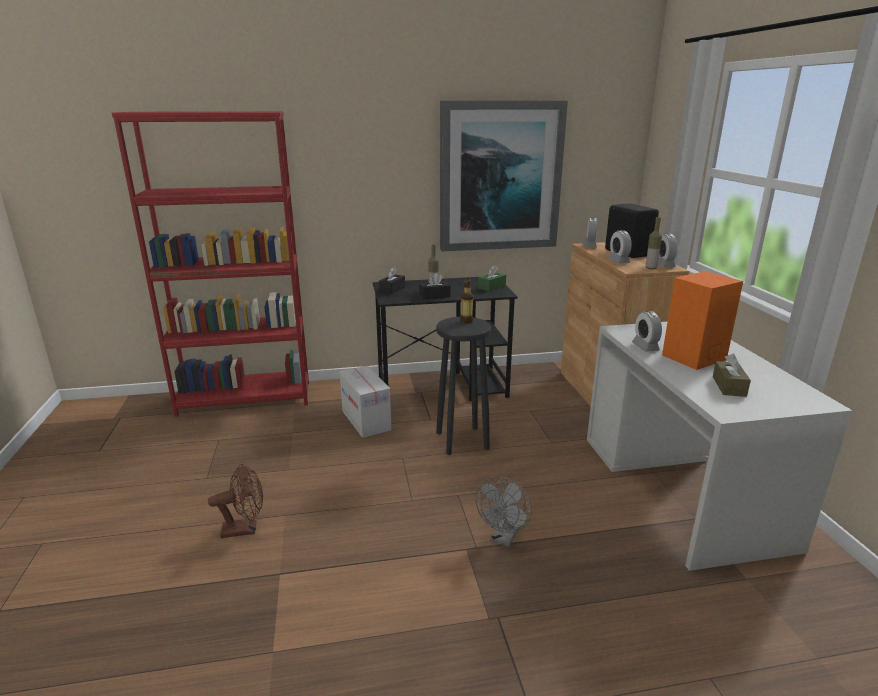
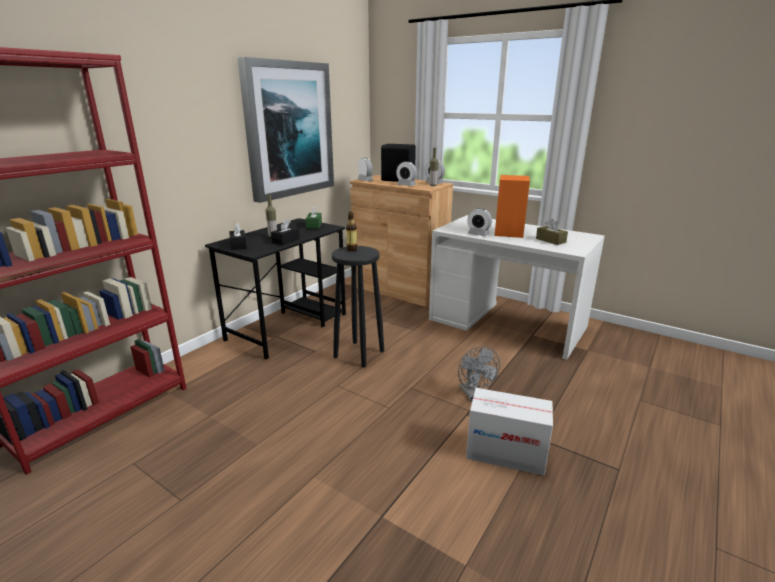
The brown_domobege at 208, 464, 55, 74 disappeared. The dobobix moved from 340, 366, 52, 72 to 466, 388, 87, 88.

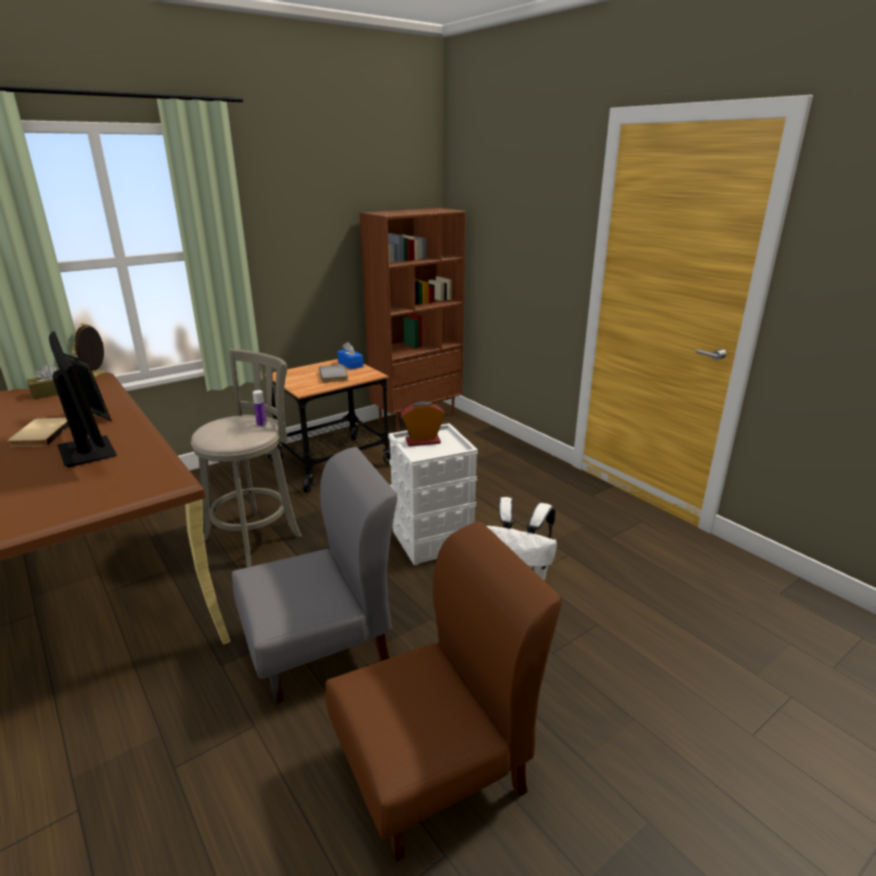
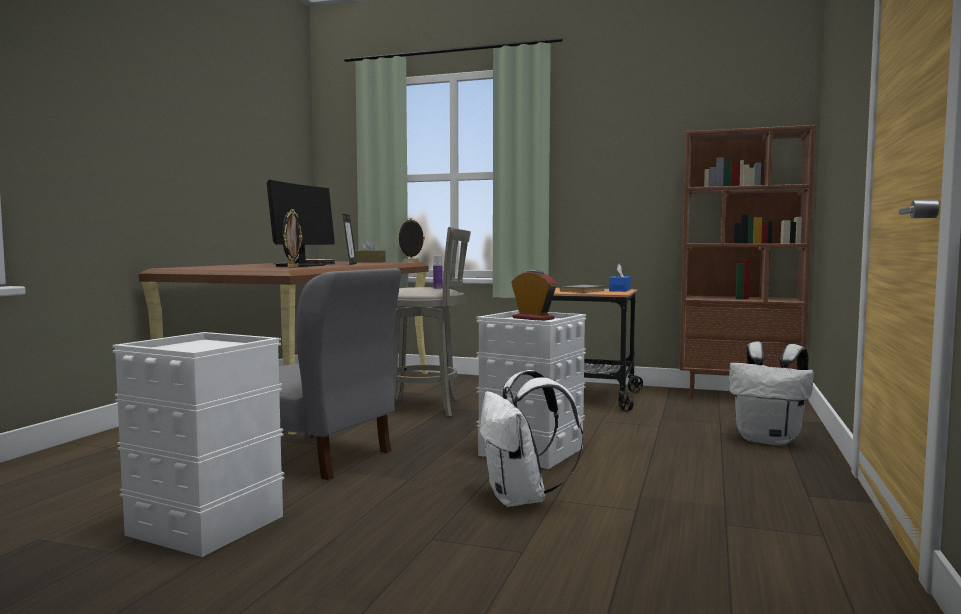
The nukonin at 282, 209, 21, 59 appeared. The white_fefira at 728, 341, 86, 105 appeared. The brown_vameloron at 326, 522, 236, 339 was replaced by the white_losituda at 112, 332, 173, 225.

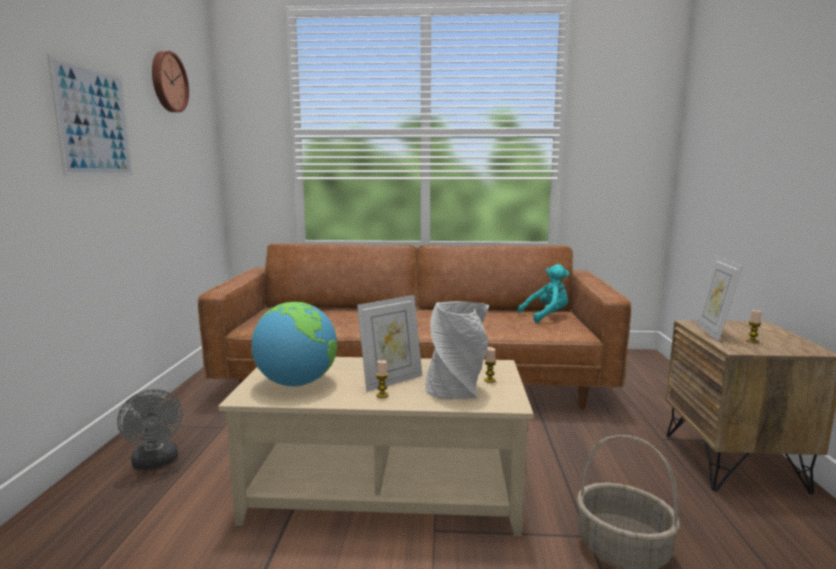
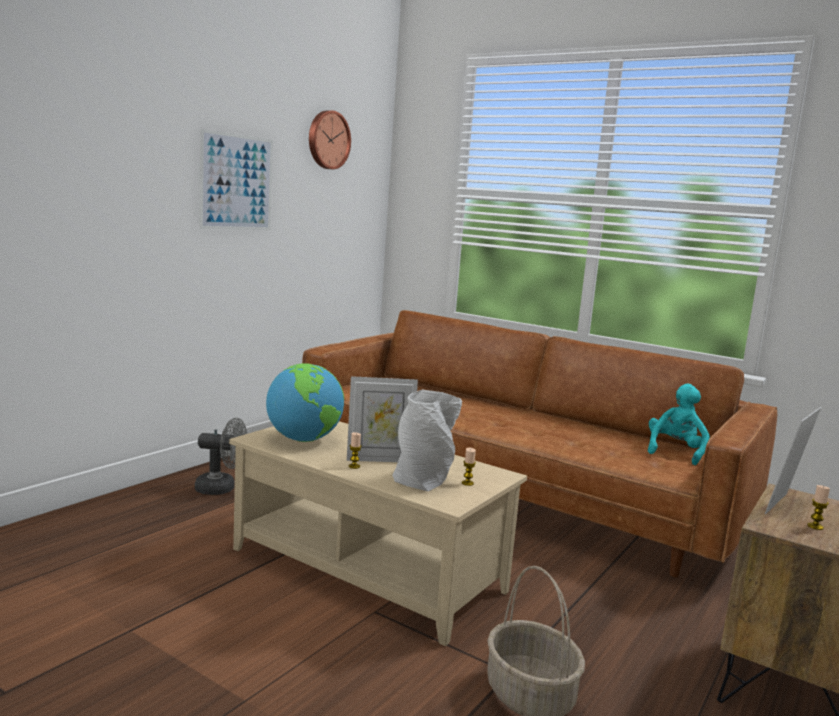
The grey_domobege at 117, 389, 66, 81 turned 90 degrees counterclockwise. The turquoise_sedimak at 518, 264, 52, 59 turned 75 degrees counterclockwise.

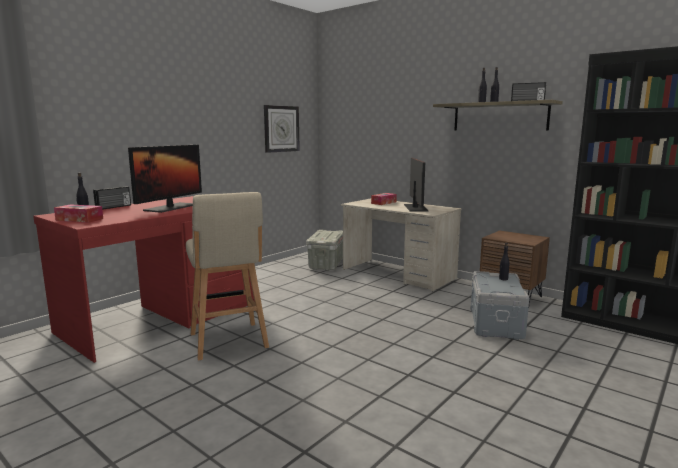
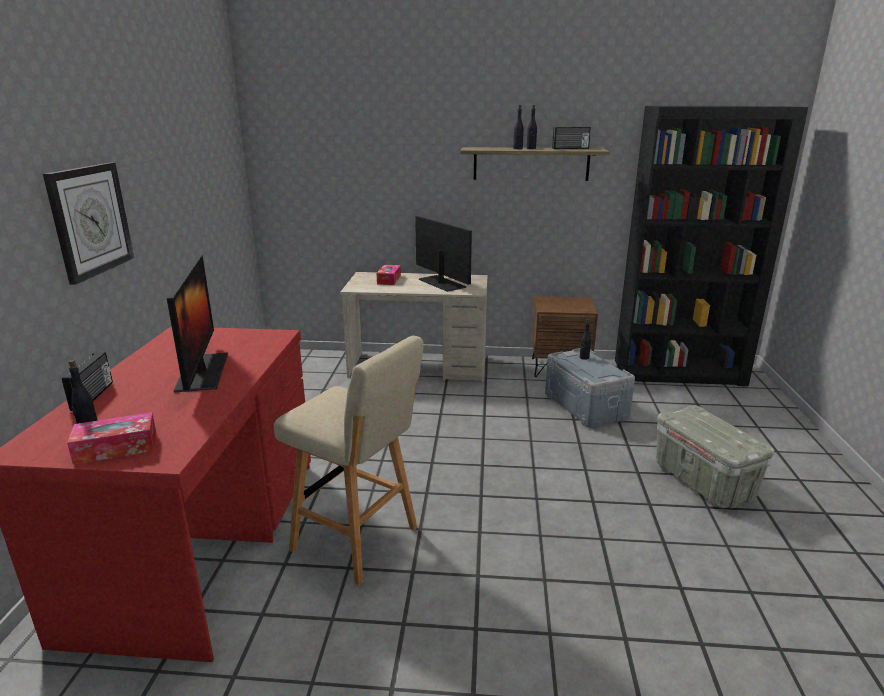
The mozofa moved from 264, 105, 36, 48 to 43, 162, 91, 123. The grey_losituda moved from 306, 230, 37, 41 to 656, 405, 118, 103.

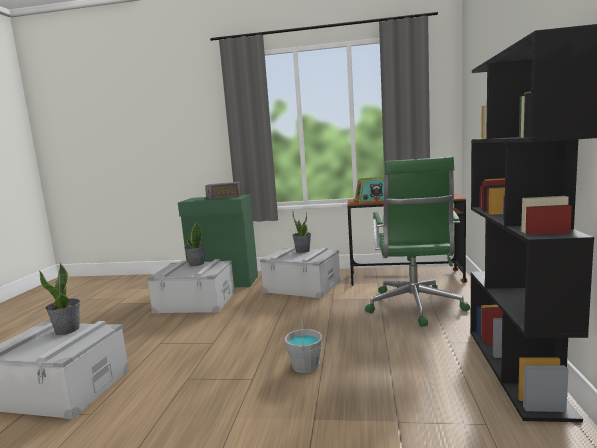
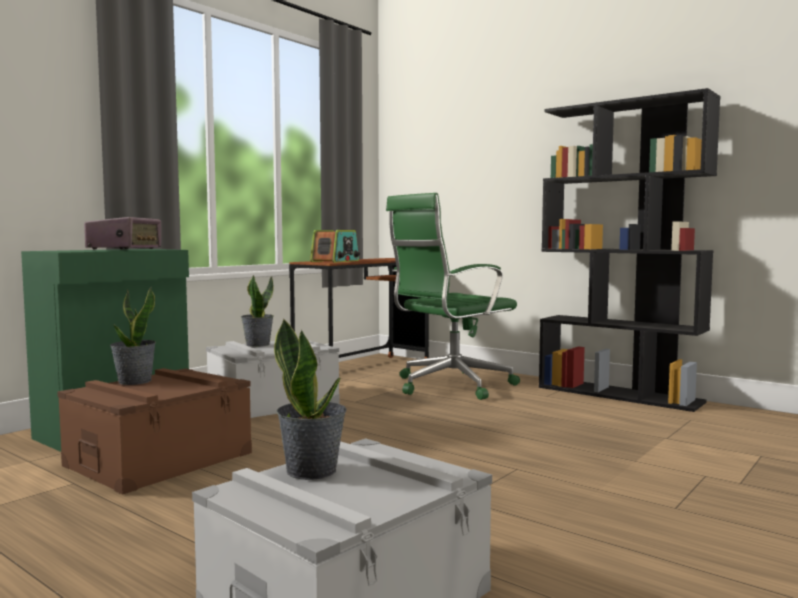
The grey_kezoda at 285, 317, 37, 56 disappeared. The grey_losituda at 147, 259, 88, 55 became the brown_losituda at 57, 368, 195, 127. The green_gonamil at 365, 157, 105, 170 turned 105 degrees clockwise.

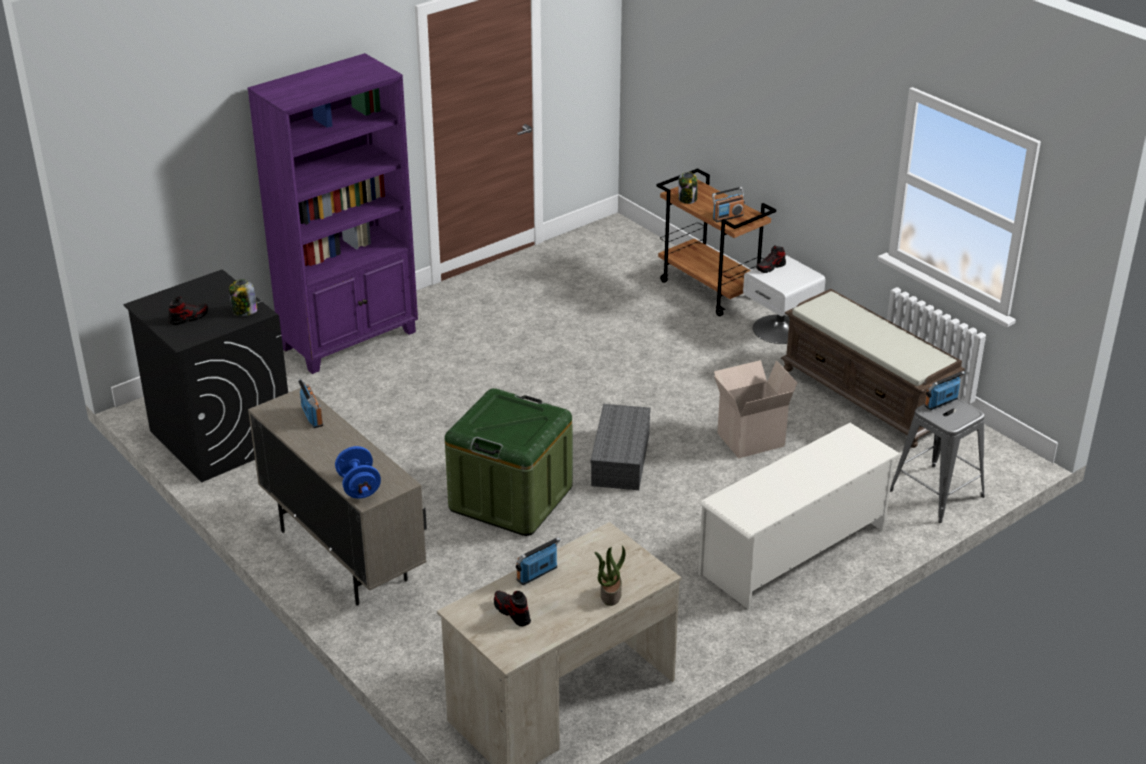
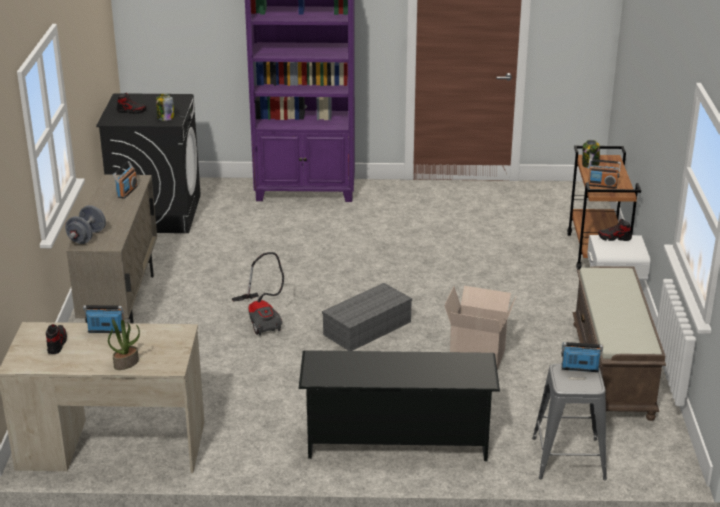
The green_losituda at 445, 388, 127, 148 was replaced by the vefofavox at 232, 252, 52, 84. The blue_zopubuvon at 335, 446, 46, 53 became the grey_zopubuvon at 65, 205, 41, 39. The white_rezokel at 698, 423, 203, 186 became the black_rezokel at 298, 350, 202, 111.

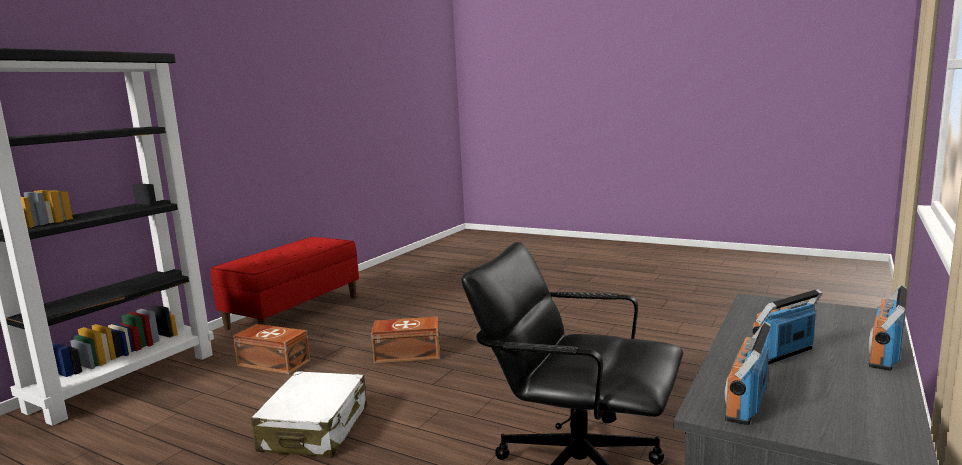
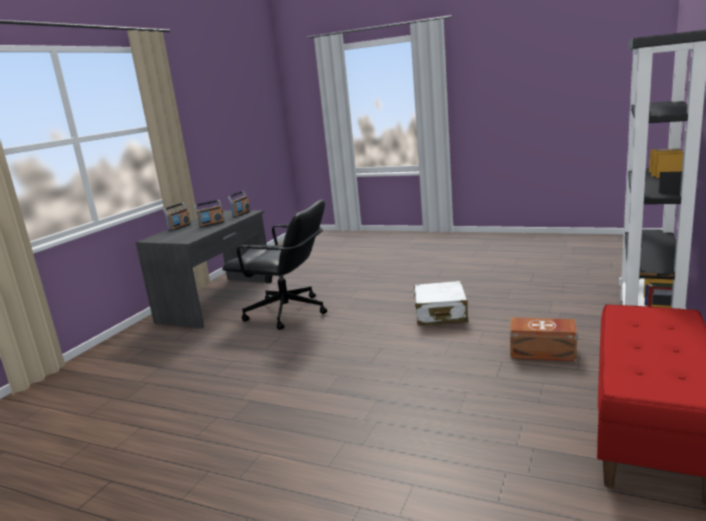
The brown_losituda at 371, 317, 69, 46 disappeared.

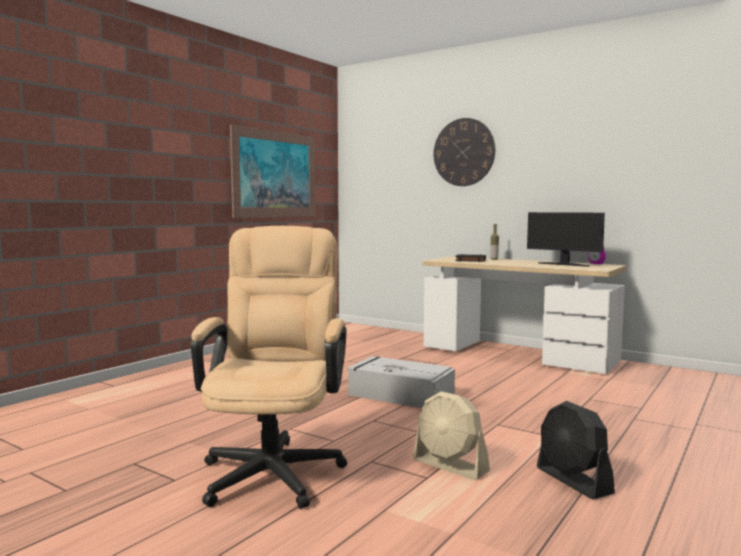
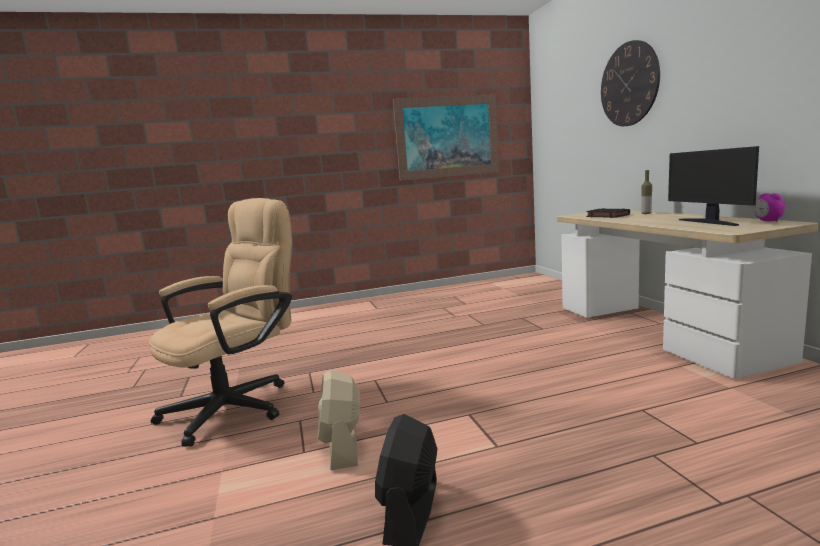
The grey_losituda at 347, 356, 108, 52 disappeared.

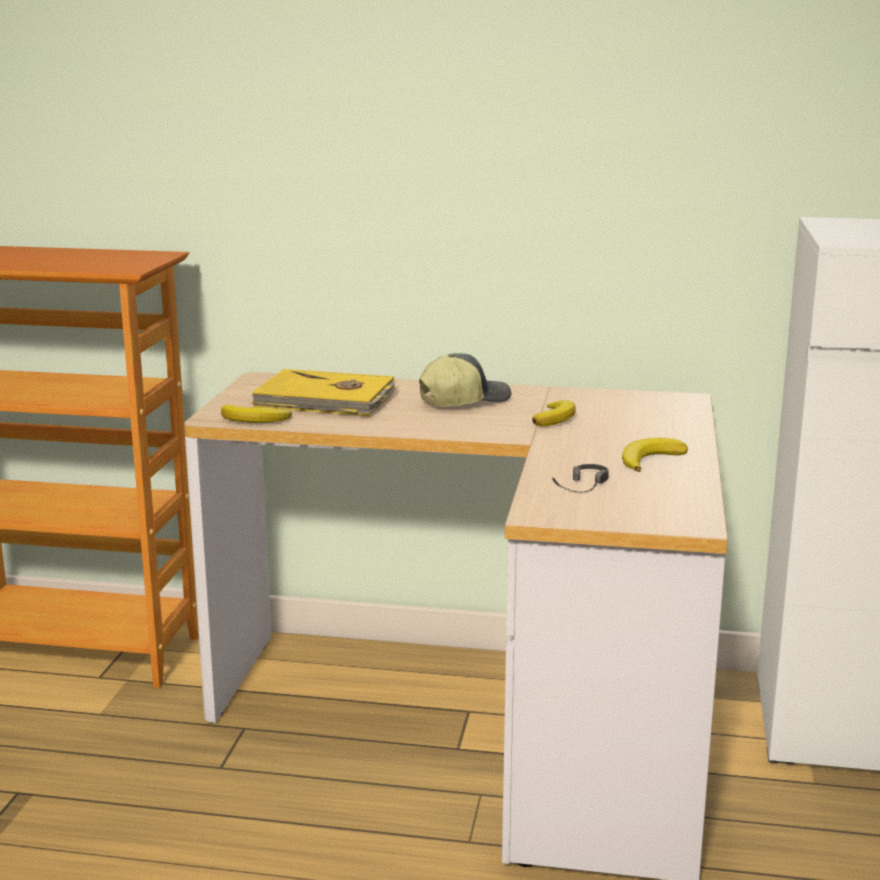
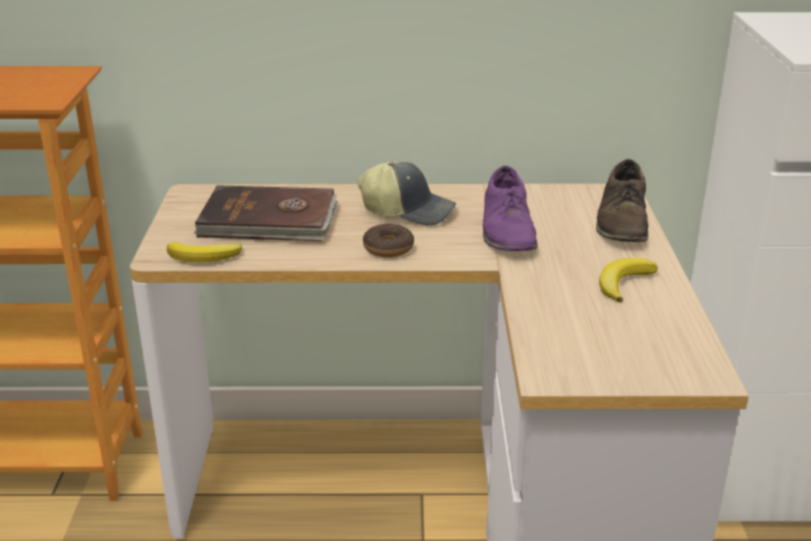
The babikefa at 552, 464, 57, 30 disappeared. The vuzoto at 363, 224, 51, 33 appeared. The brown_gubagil at 596, 159, 53, 83 appeared. The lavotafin at 532, 400, 44, 26 was replaced by the purple_gubagil at 482, 166, 56, 85. The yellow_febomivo at 250, 369, 146, 47 became the brown_febomivo at 194, 185, 144, 56. The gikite at 419, 353, 92, 54 turned 60 degrees clockwise.

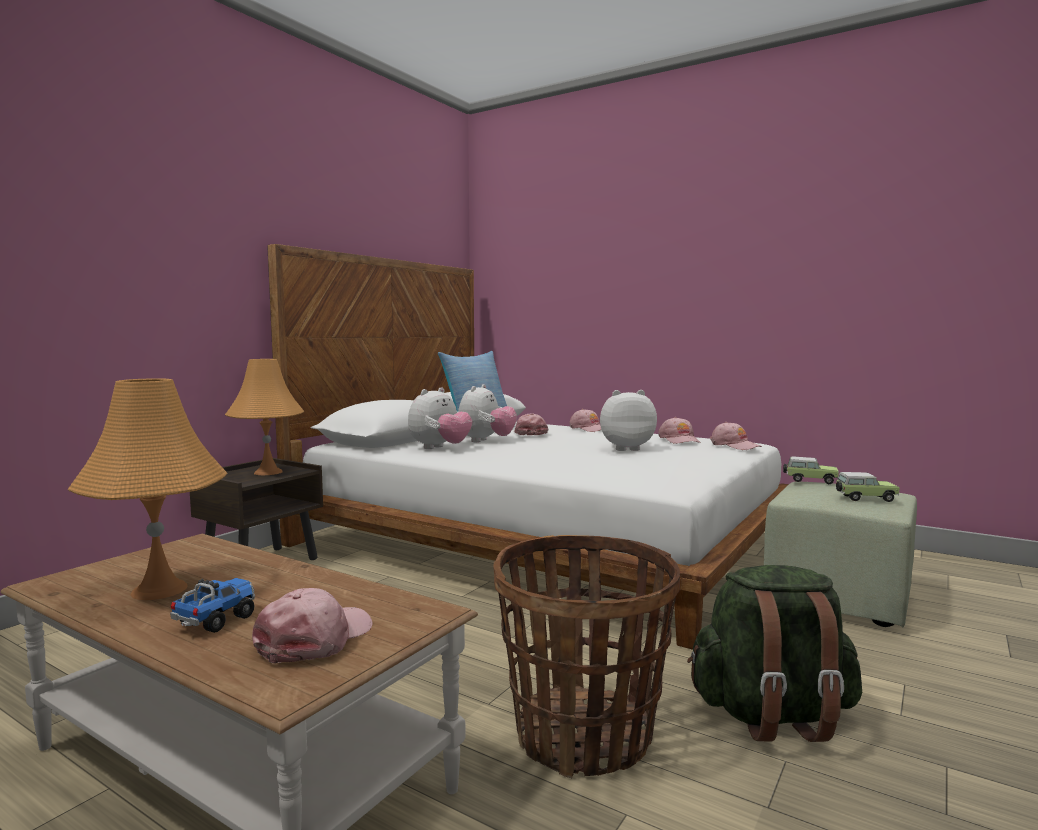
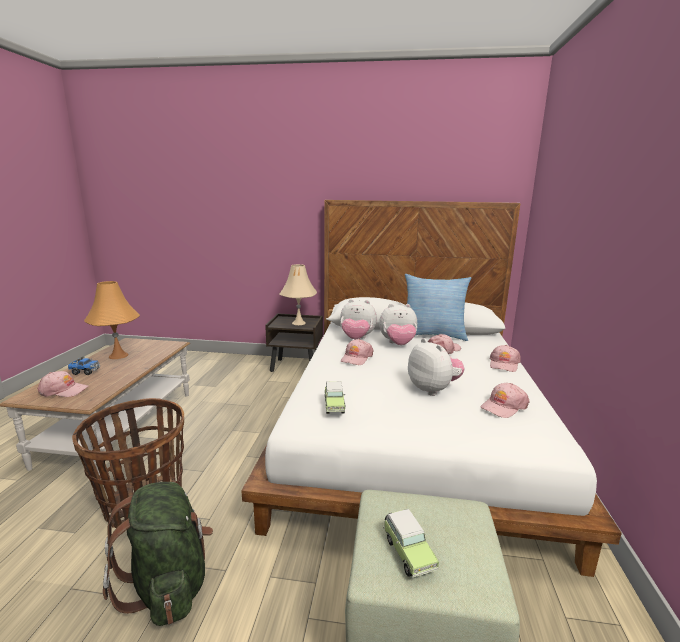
The pink_gikite moved from 710, 422, 52, 28 to 341, 339, 33, 26. The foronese moved from 783, 456, 56, 28 to 324, 381, 21, 33. The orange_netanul at 225, 359, 79, 116 became the beige_netanul at 279, 264, 38, 61.

